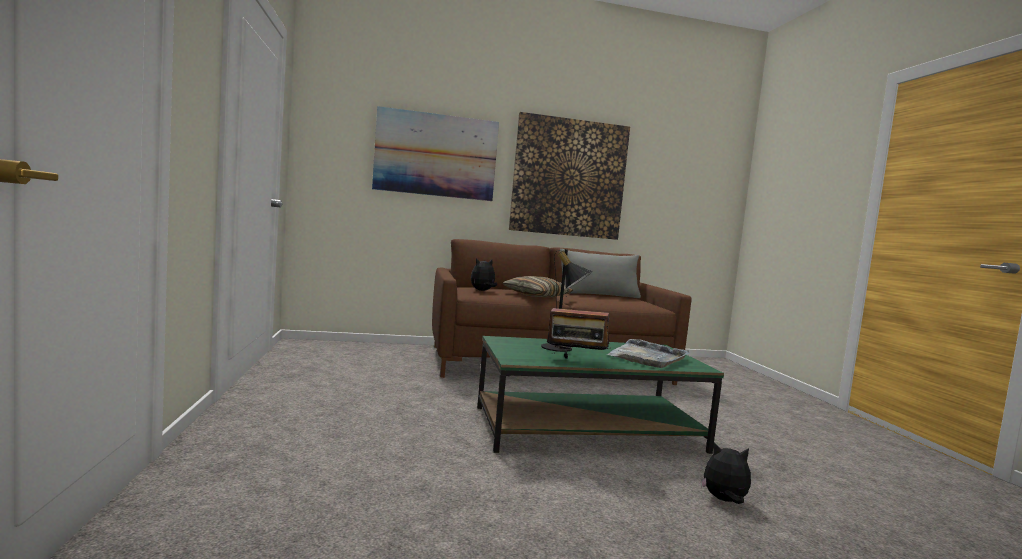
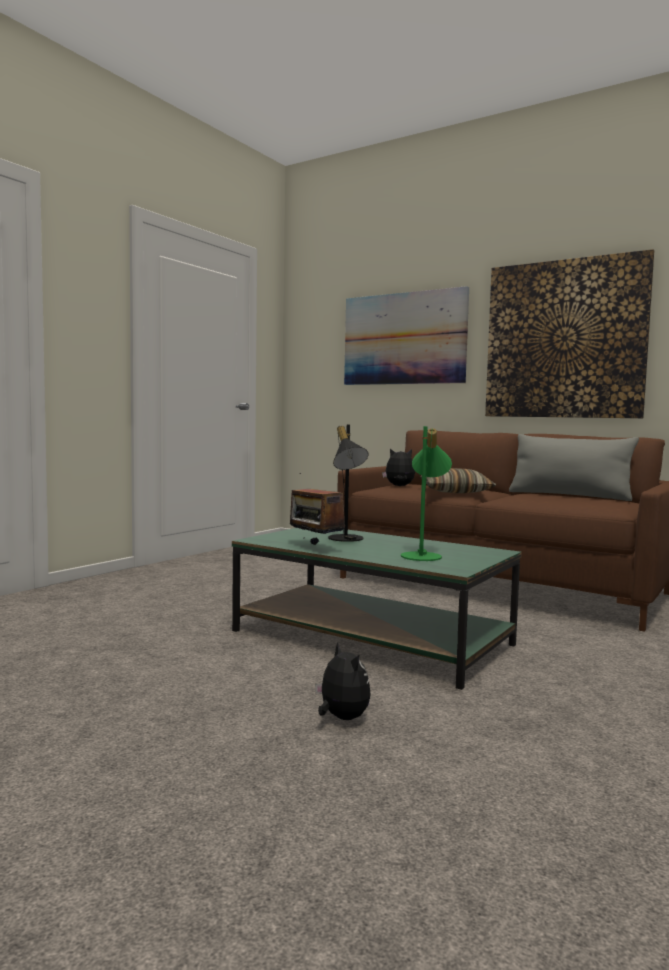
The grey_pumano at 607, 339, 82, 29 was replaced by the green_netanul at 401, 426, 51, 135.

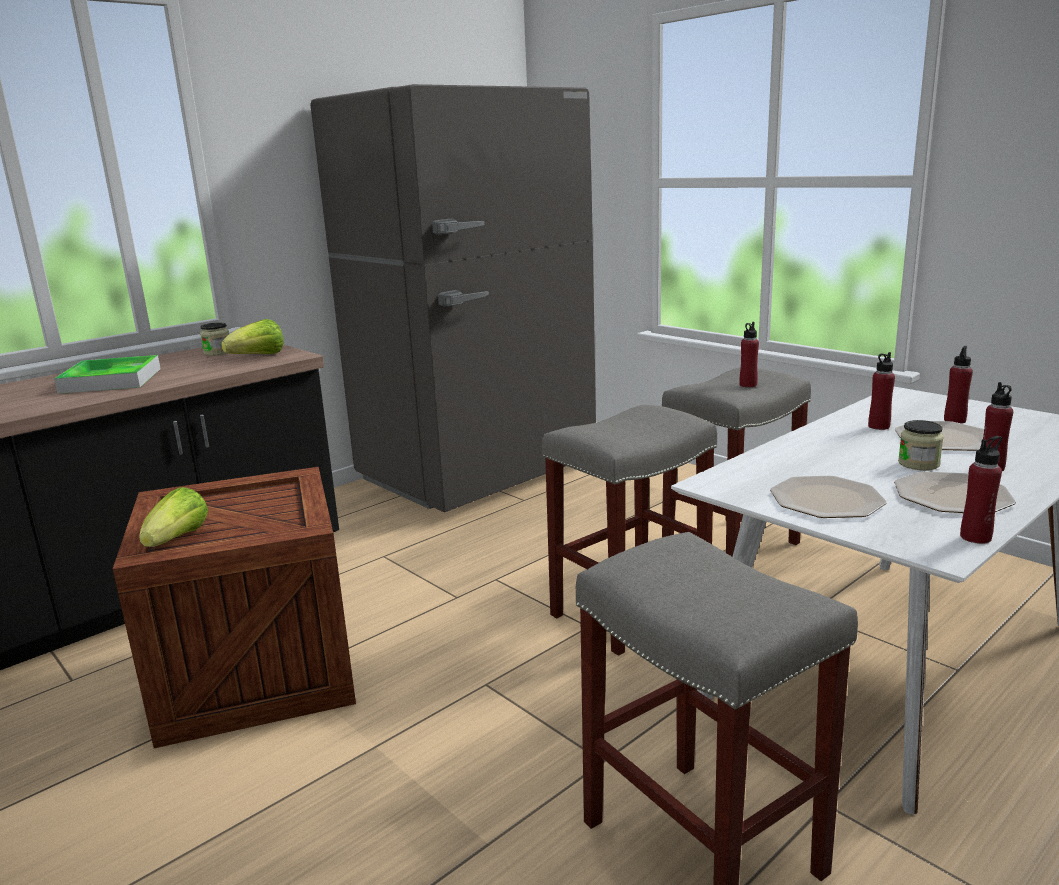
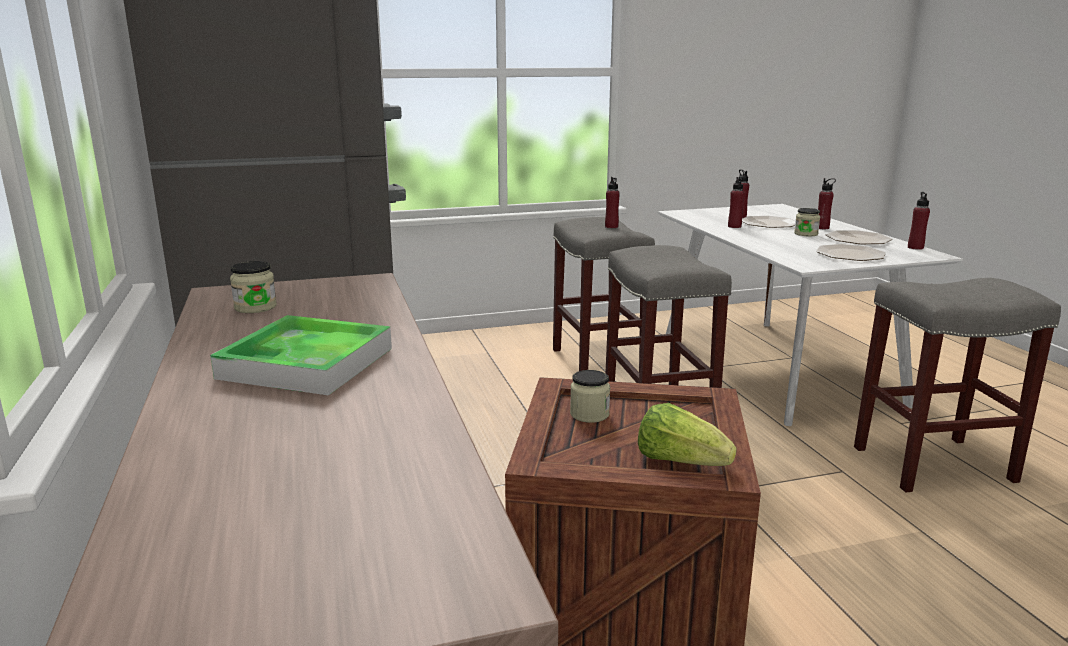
The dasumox at 221, 319, 63, 35 disappeared. The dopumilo at 570, 370, 40, 53 appeared.

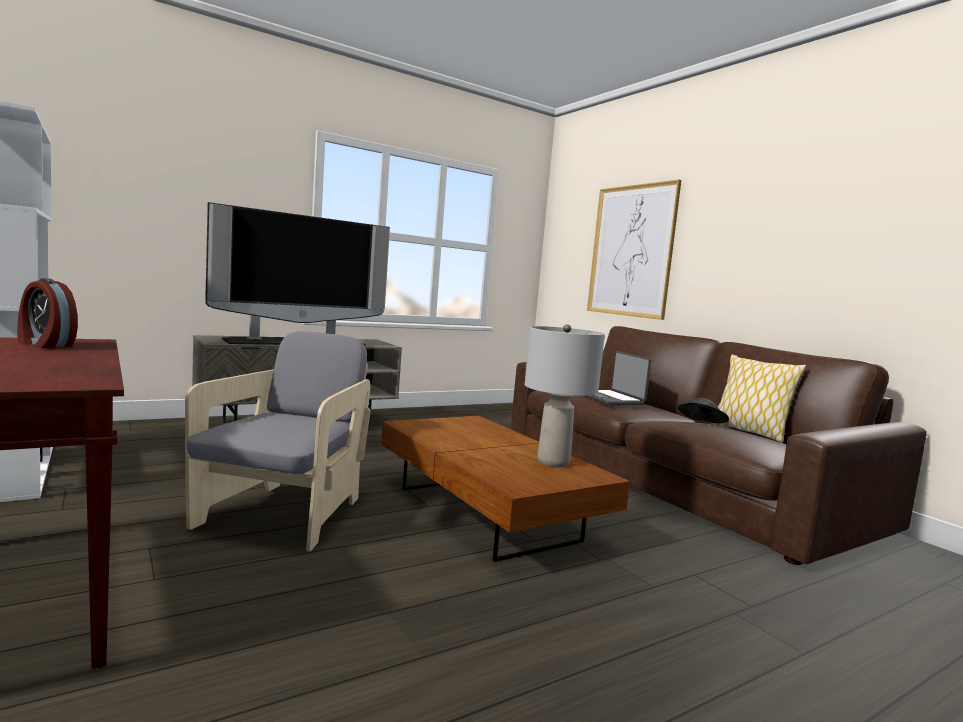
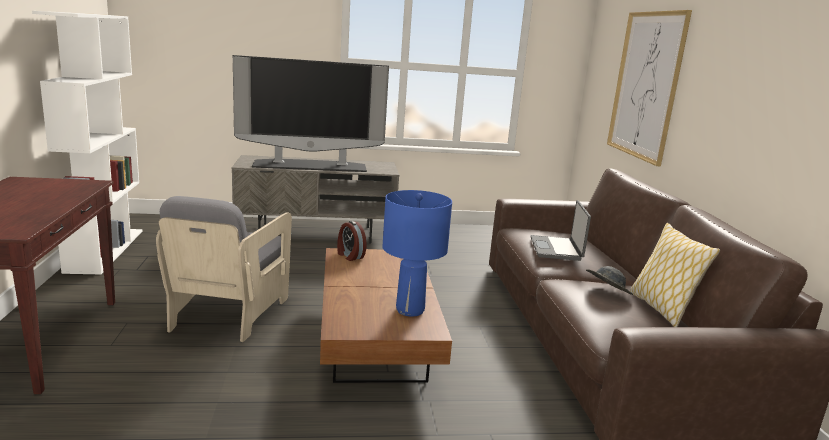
The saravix moved from 17, 278, 61, 70 to 337, 221, 30, 40. The grey_netanul at 524, 324, 81, 143 became the blue_netanul at 382, 190, 70, 127. The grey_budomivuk at 185, 331, 186, 221 turned 150 degrees clockwise.

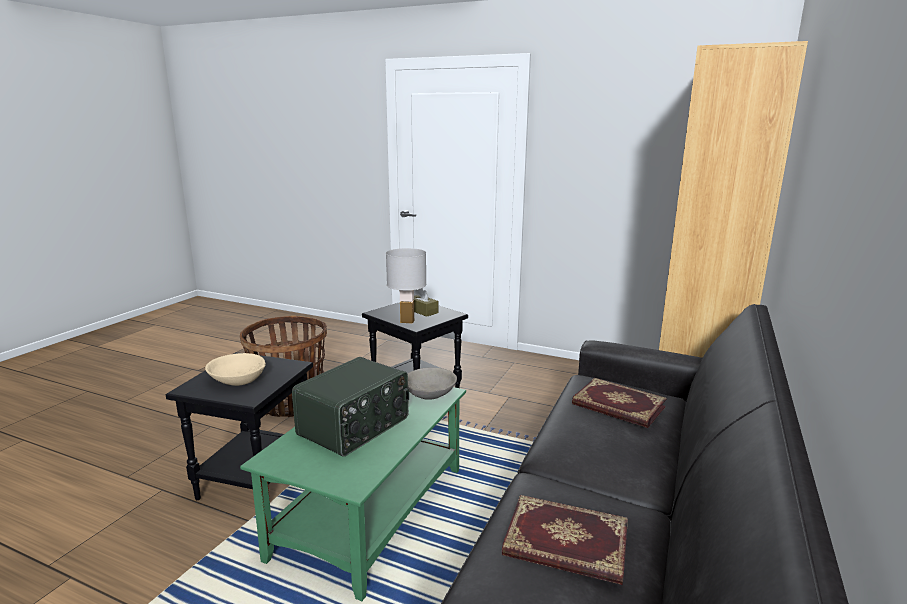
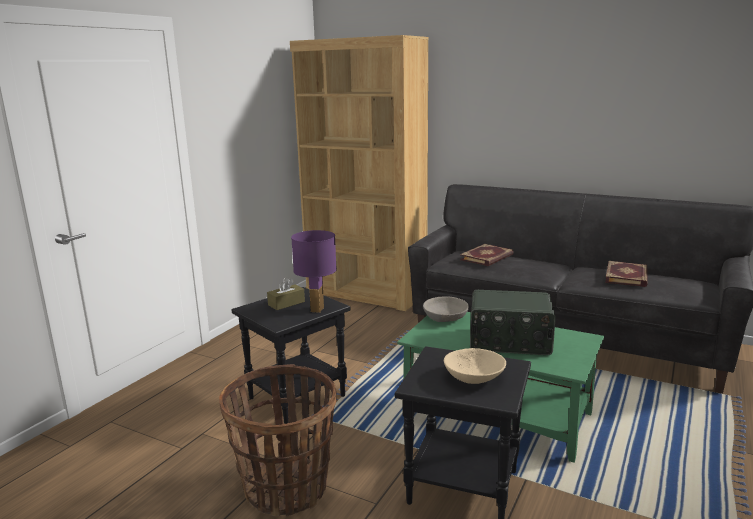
The white_netanul at 386, 248, 40, 76 became the purple_netanul at 291, 230, 46, 83. The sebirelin at 292, 357, 117, 100 turned 150 degrees clockwise.

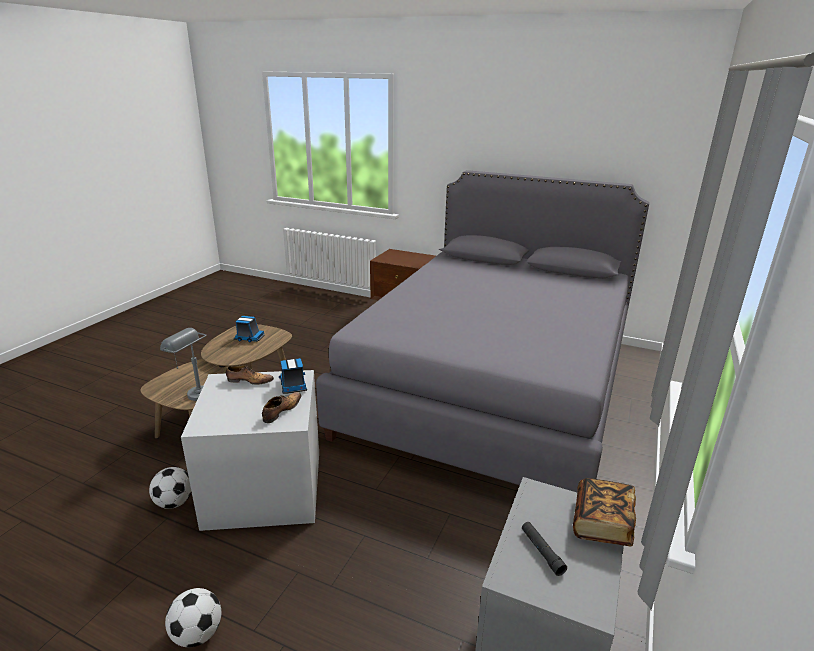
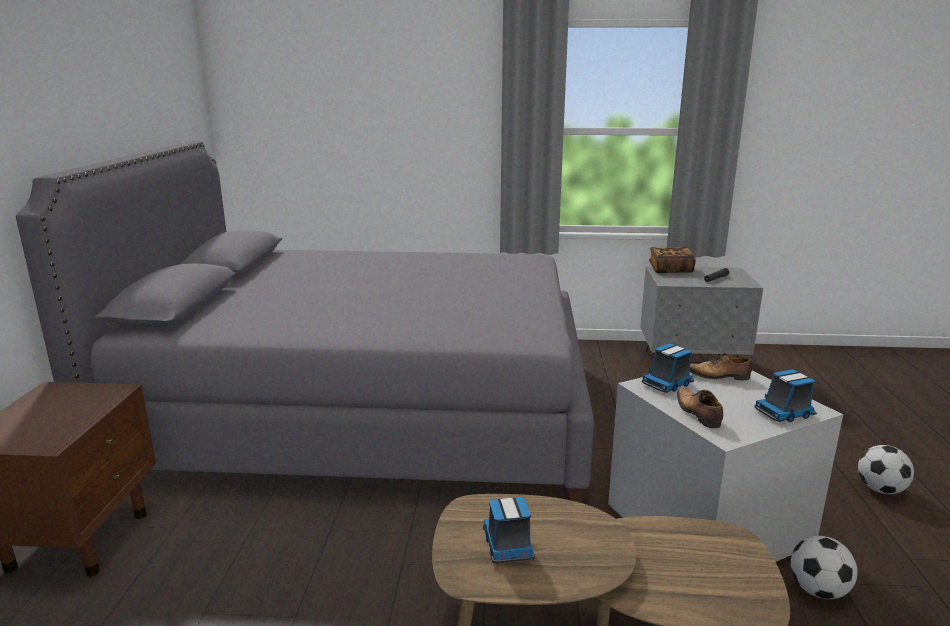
The grey_netanul at 160, 328, 47, 73 disappeared. The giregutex at 754, 369, 63, 53 appeared.

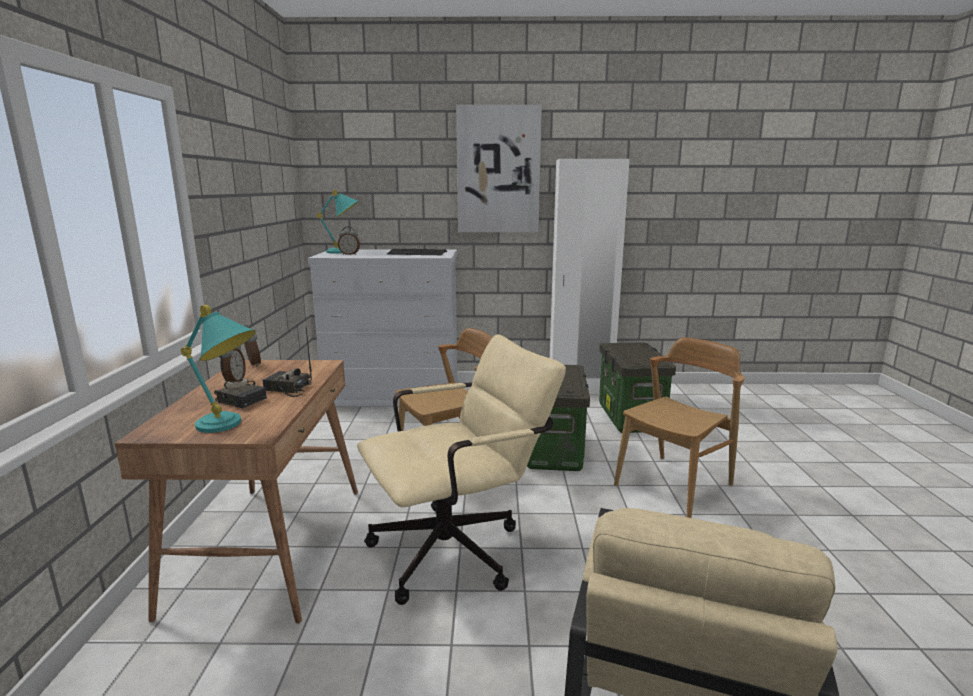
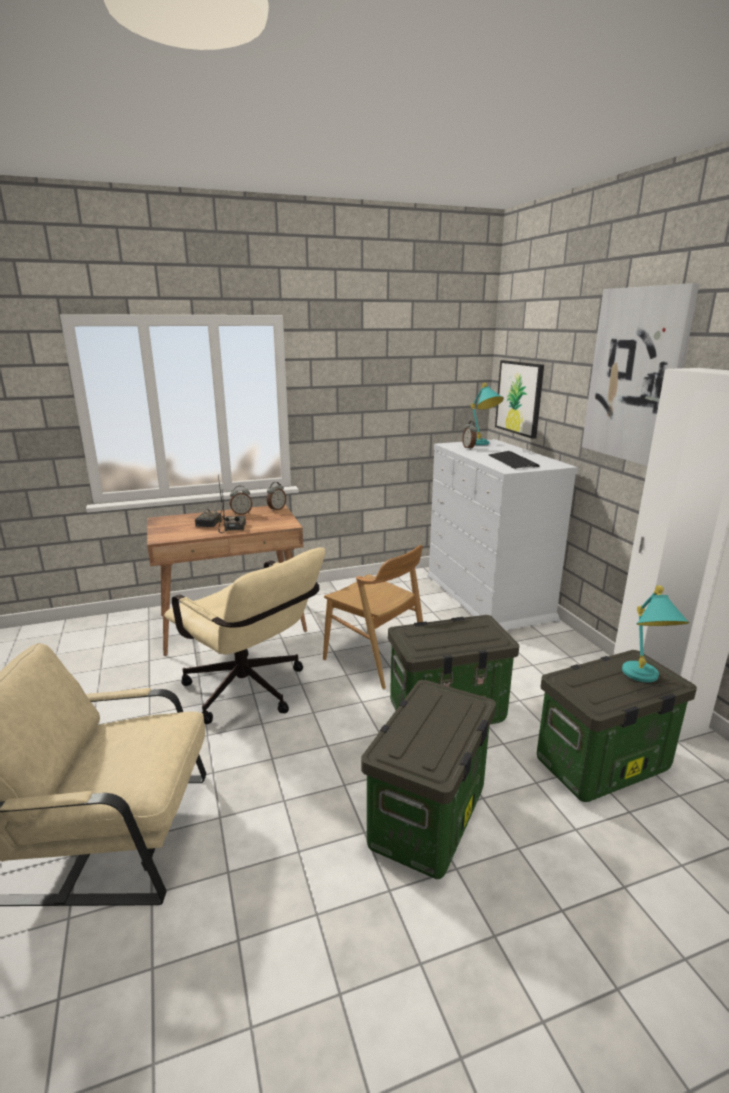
The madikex at 495, 360, 49, 79 appeared. The turquoise_netanul moved from 181, 305, 75, 128 to 622, 586, 68, 96. The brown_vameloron at 614, 337, 131, 181 was replaced by the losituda at 361, 680, 135, 199.

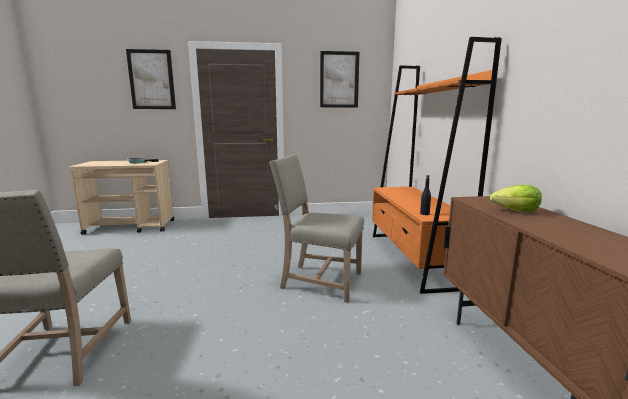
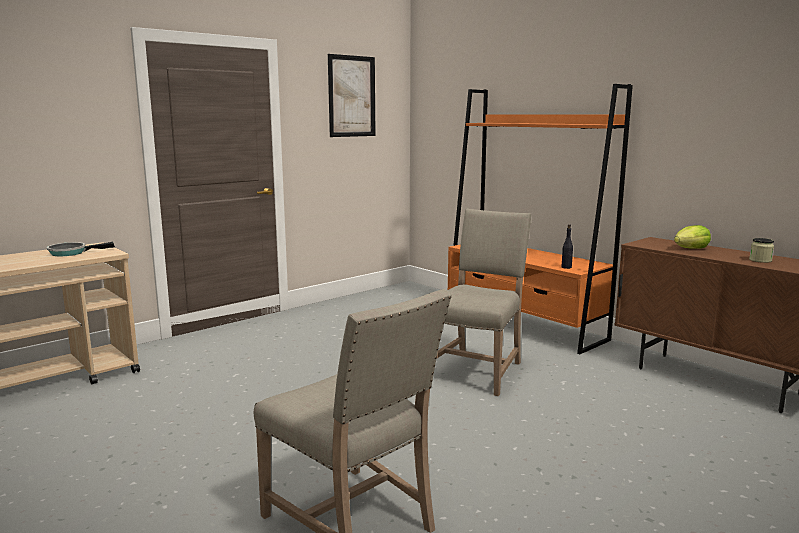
The madikex at 126, 49, 50, 60 disappeared. The dopumilo at 749, 238, 25, 25 appeared. The beige_vameloron at 269, 154, 95, 149 turned 135 degrees clockwise.

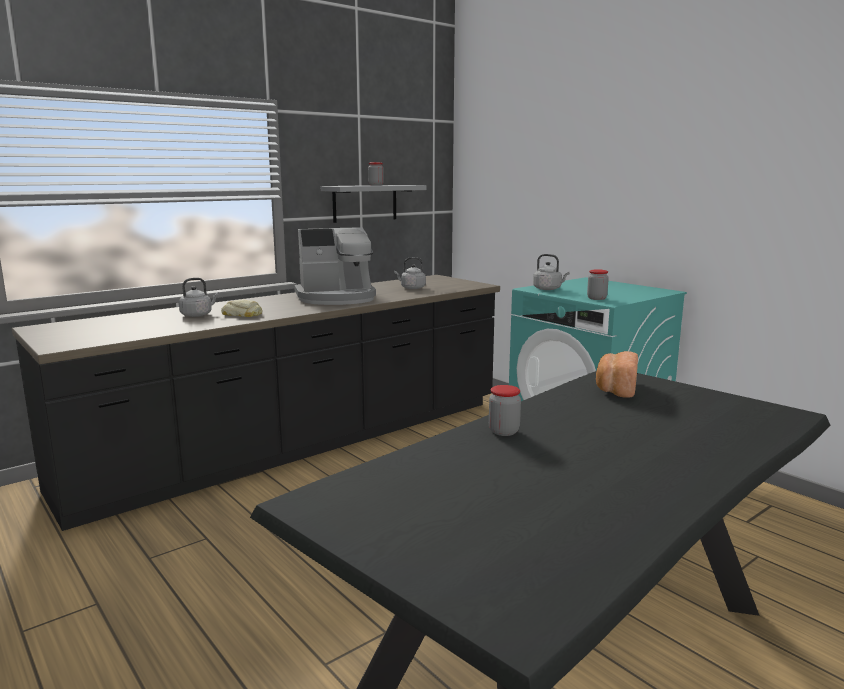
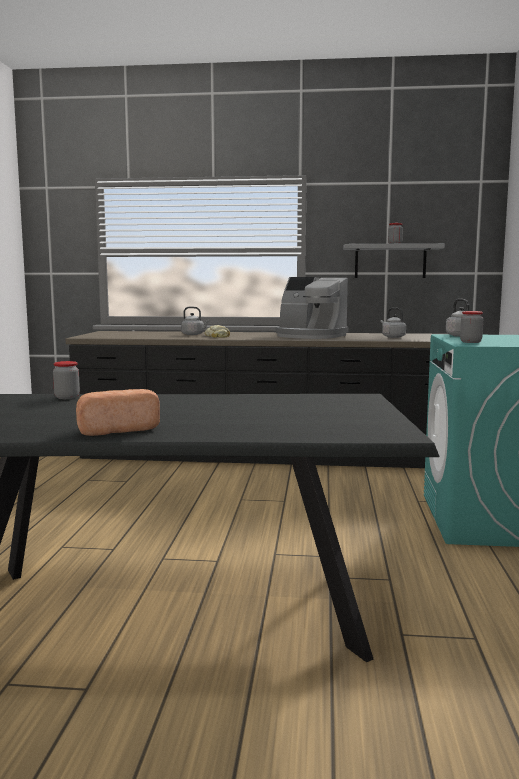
The dopumilo moved from 489, 385, 32, 51 to 53, 361, 27, 38. The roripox moved from 596, 351, 42, 47 to 76, 389, 84, 47.

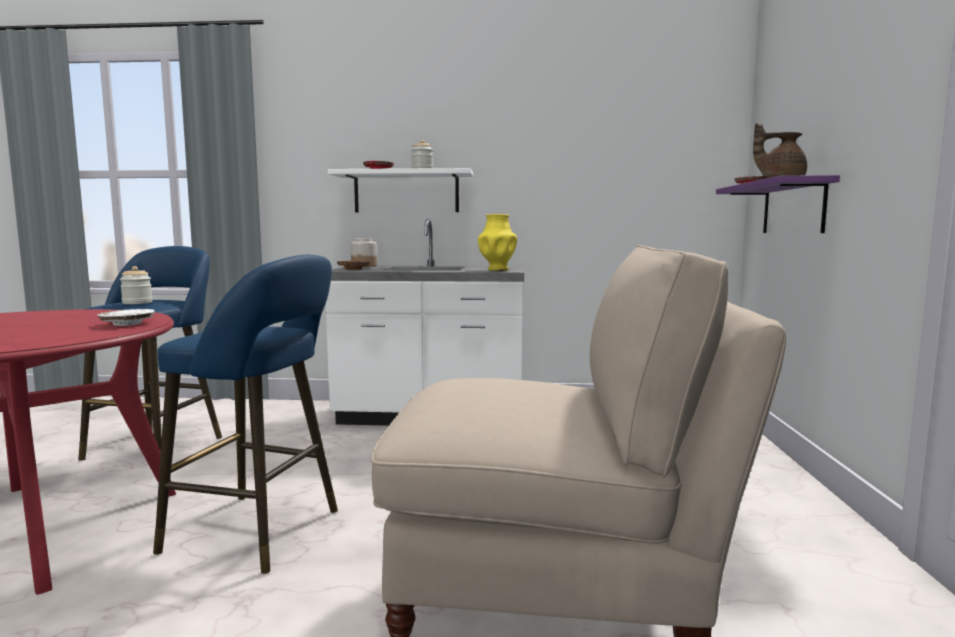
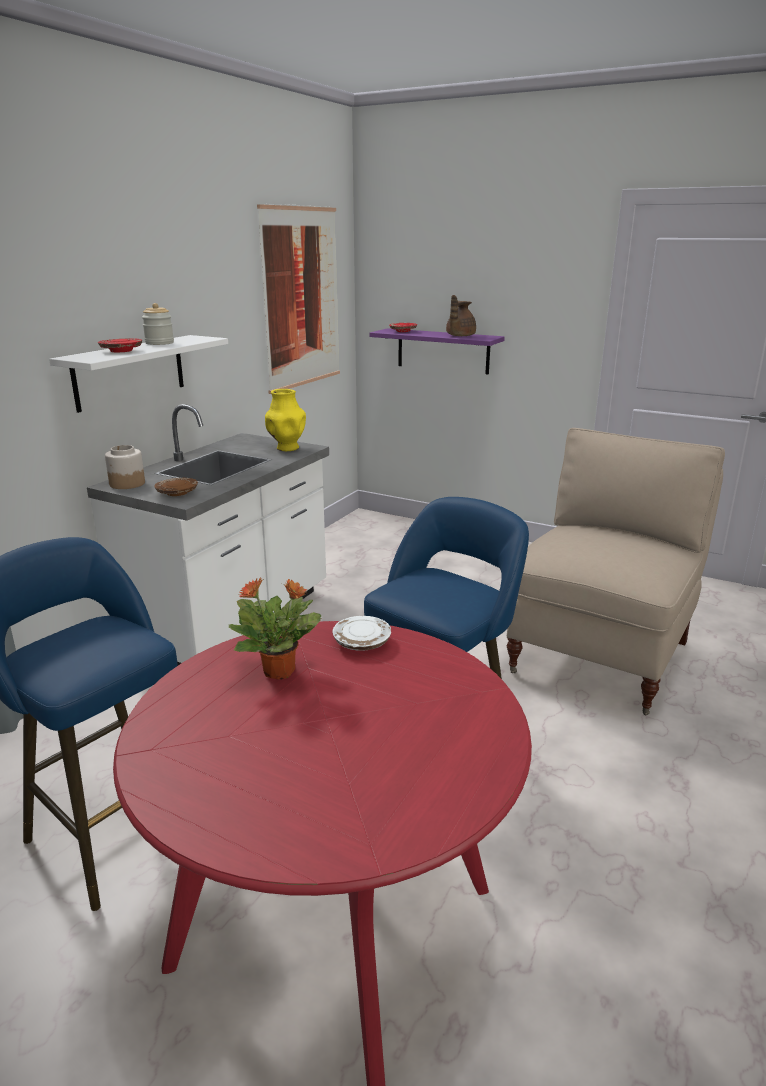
The dopumilo at 120, 266, 33, 38 disappeared. The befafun at 229, 578, 93, 102 appeared. The madikex at 257, 204, 83, 190 appeared.

